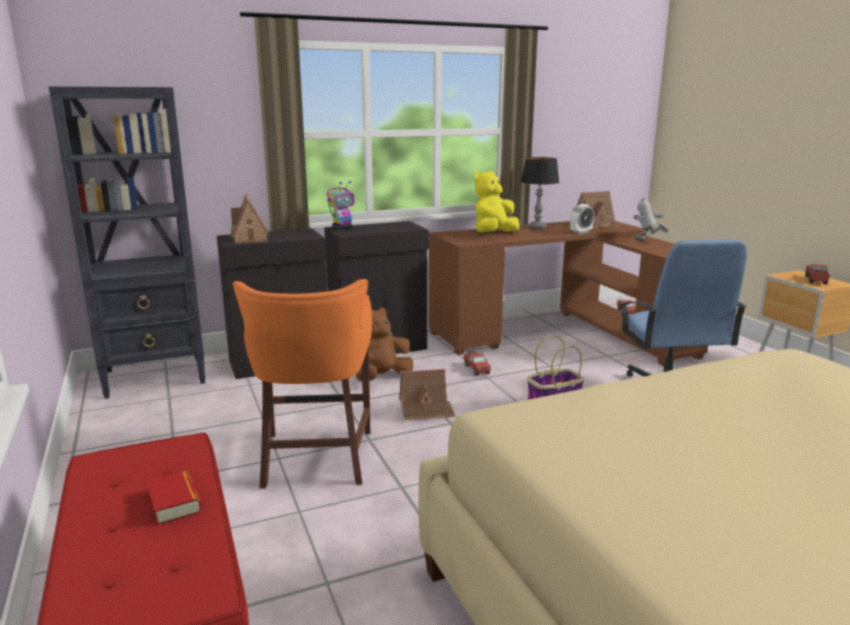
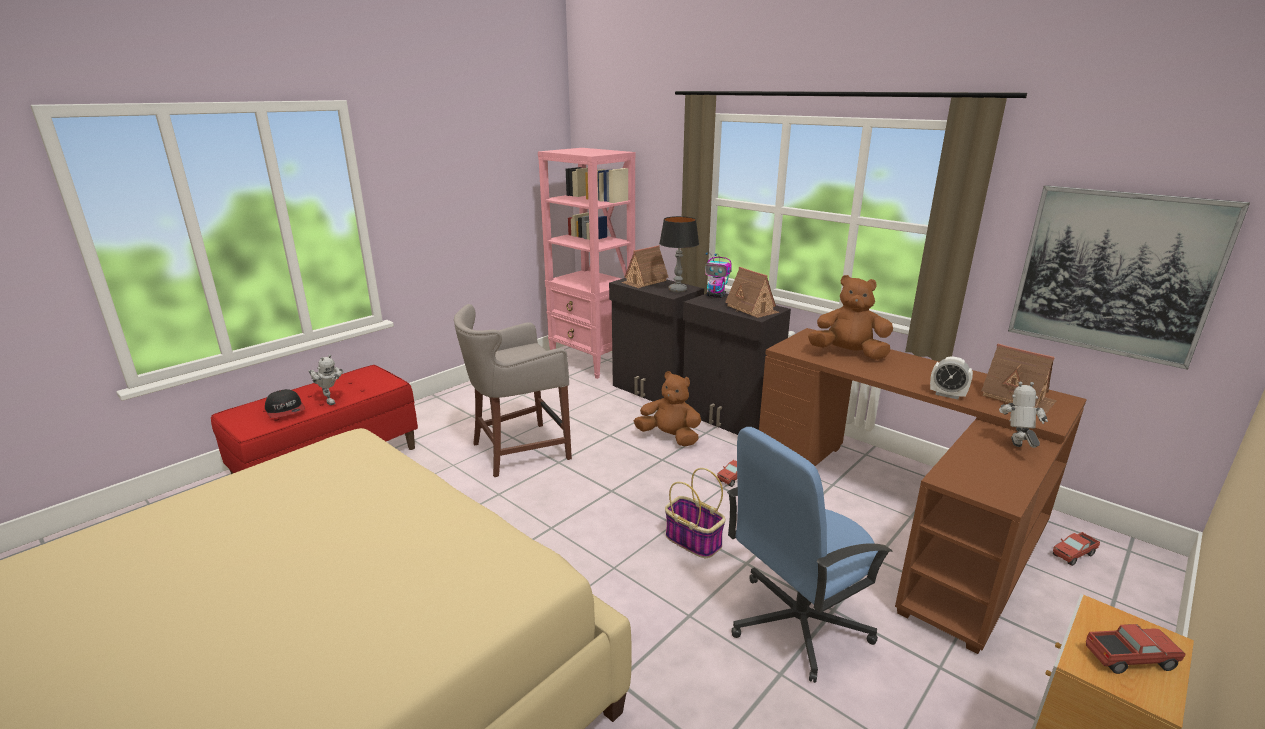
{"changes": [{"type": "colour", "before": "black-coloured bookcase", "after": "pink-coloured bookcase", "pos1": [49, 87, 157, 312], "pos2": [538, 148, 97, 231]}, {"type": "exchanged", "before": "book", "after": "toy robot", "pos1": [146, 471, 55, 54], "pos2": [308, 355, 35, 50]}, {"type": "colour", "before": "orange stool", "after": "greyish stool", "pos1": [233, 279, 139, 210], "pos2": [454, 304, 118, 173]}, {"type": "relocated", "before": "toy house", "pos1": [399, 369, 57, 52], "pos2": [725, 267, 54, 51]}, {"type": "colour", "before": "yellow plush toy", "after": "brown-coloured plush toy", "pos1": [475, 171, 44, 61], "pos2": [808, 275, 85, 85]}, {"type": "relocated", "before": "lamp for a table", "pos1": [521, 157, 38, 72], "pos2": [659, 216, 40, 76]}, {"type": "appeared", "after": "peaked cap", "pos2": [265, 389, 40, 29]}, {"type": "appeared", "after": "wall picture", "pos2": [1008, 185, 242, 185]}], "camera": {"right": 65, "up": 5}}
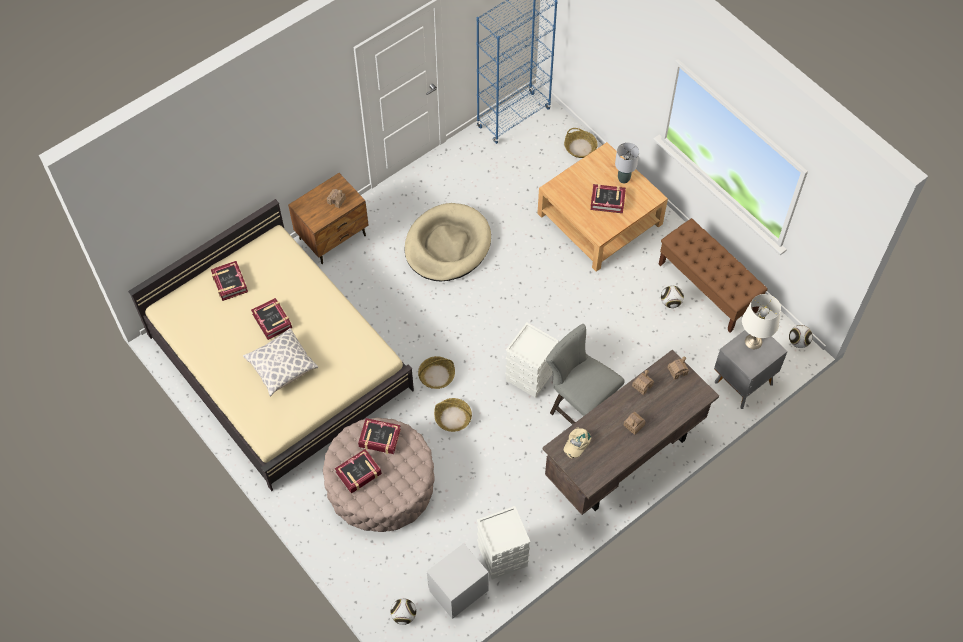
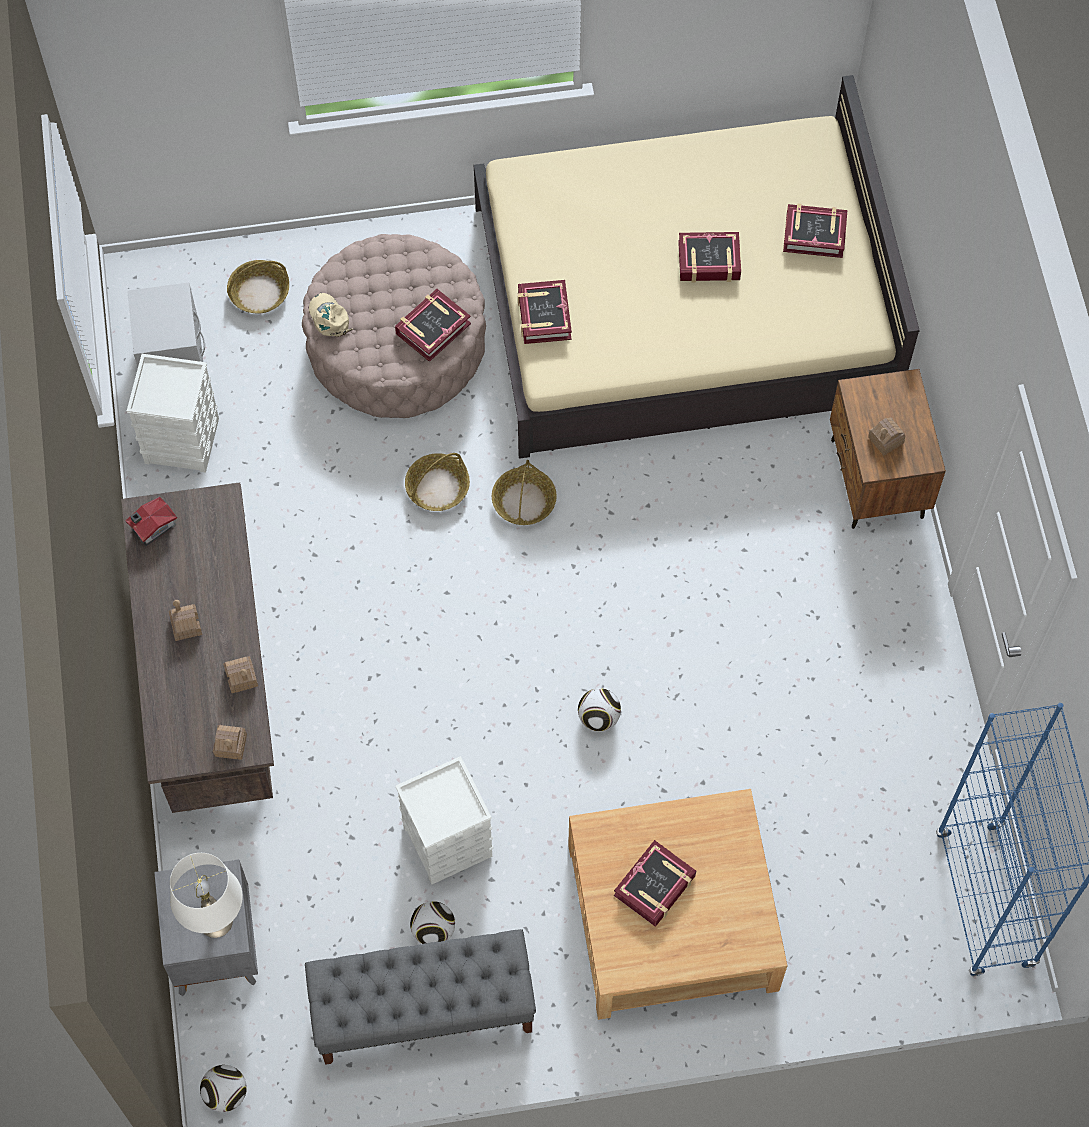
{"changes": [{"type": "missing", "before": "cushion", "pos1": [243, 328, 75, 69]}, {"type": "relocated", "before": "book", "pos1": [335, 449, 47, 45], "pos2": [518, 280, 54, 64]}, {"type": "relocated", "before": "ball for football", "pos1": [391, 598, 25, 27], "pos2": [578, 688, 43, 44]}, {"type": "missing", "before": "beige-coloured dog cushion", "pos1": [404, 203, 87, 78]}, {"type": "relocated", "before": "whitish storage container", "pos1": [505, 323, 54, 75], "pos2": [396, 756, 97, 129]}, {"type": "missing", "before": "greyish stool", "pos1": [546, 324, 79, 101]}, {"type": "relocated", "before": "storage basket", "pos1": [564, 128, 34, 30], "pos2": [227, 260, 62, 54]}, {"type": "relocated", "before": "beige-coloured peaked cap", "pos1": [564, 427, 27, 31], "pos2": [309, 293, 44, 44]}, {"type": "missing", "before": "greyish lamp for a table", "pos1": [615, 142, 24, 41]}, {"type": "colour", "before": "brown-coloured indoor bench", "after": "greyish indoor bench", "pos1": [659, 218, 109, 115], "pos2": [305, 929, 231, 136]}, {"type": "appeared", "after": "toy house", "pos2": [126, 497, 51, 50]}], "camera": {"right": 120, "up": 5}}
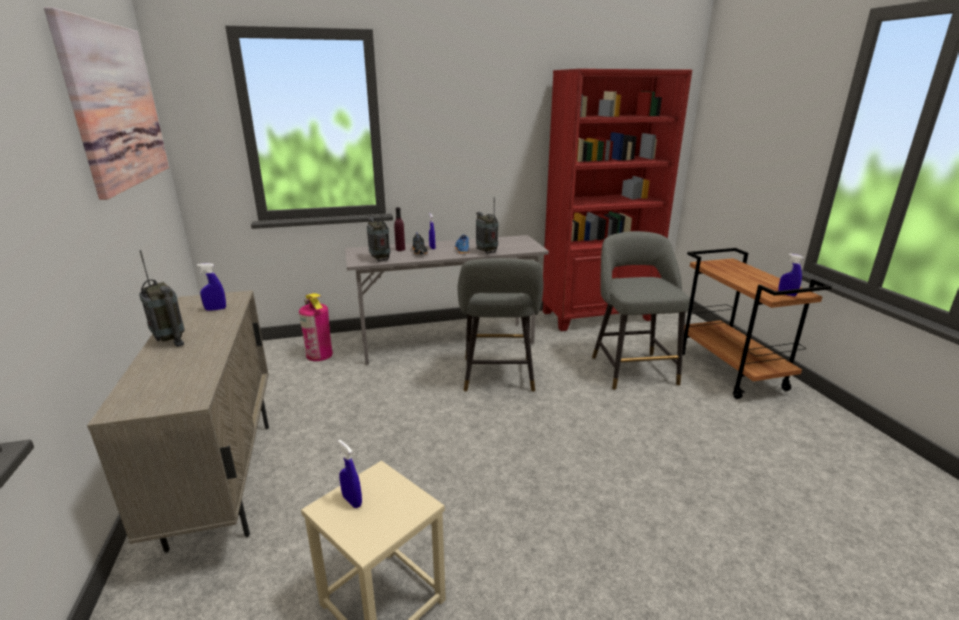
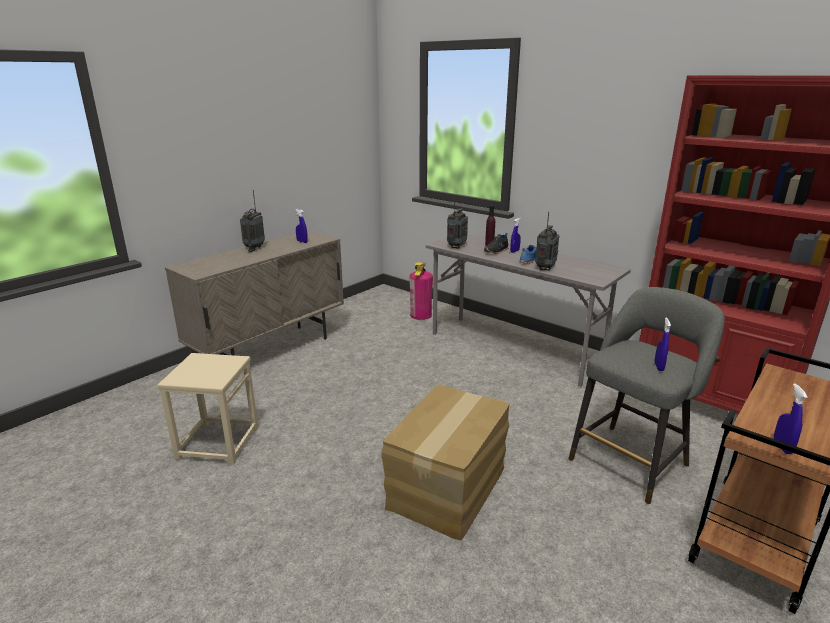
{"changes": [{"type": "missing", "before": "wall picture", "pos1": [44, 7, 125, 193]}, {"type": "relocated", "before": "blue sprayer", "pos1": [338, 440, 24, 68], "pos2": [654, 317, 17, 54]}, {"type": "missing", "before": "greyish stool", "pos1": [458, 258, 86, 134]}, {"type": "appeared", "after": "cardboard box", "pos2": [381, 384, 128, 157]}], "camera": {"right": 55, "up": 0}}
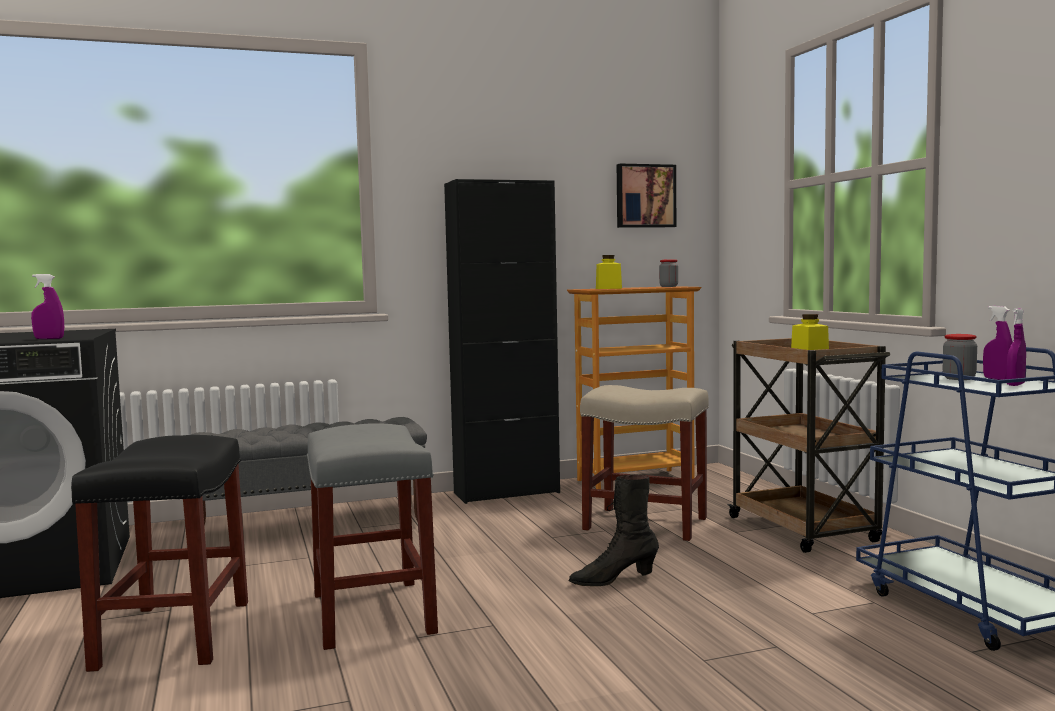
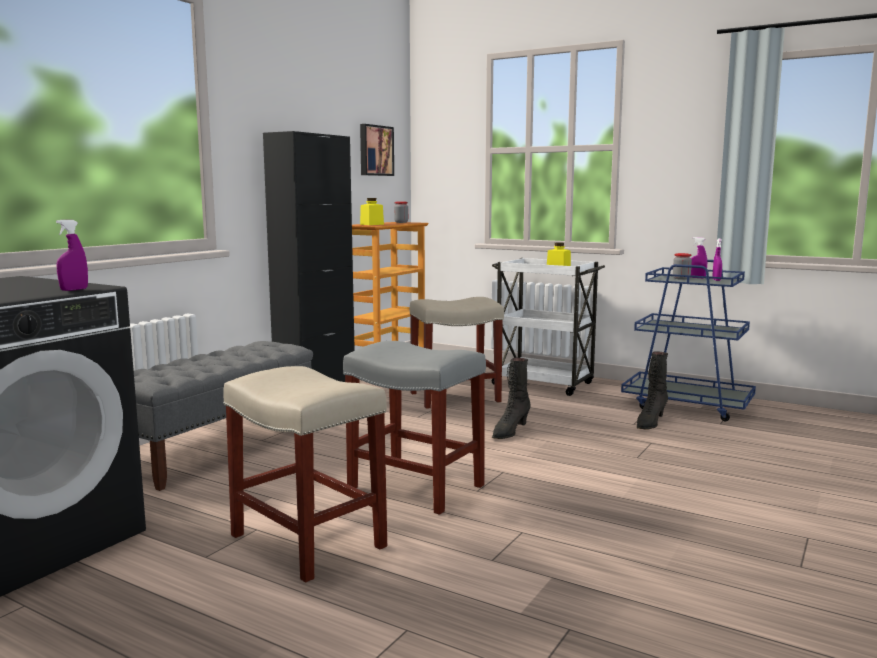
{"changes": [{"type": "colour", "before": "black-coloured stool", "after": "beige-coloured stool", "pos1": [71, 435, 177, 237], "pos2": [223, 366, 164, 217]}, {"type": "colour", "before": "brown-coloured cart", "after": "whitish cart", "pos1": [727, 338, 163, 215], "pos2": [492, 258, 113, 138]}, {"type": "appeared", "after": "black-coloured tall boot", "pos2": [637, 351, 31, 78]}], "camera": {"right": -40, "up": 5}}
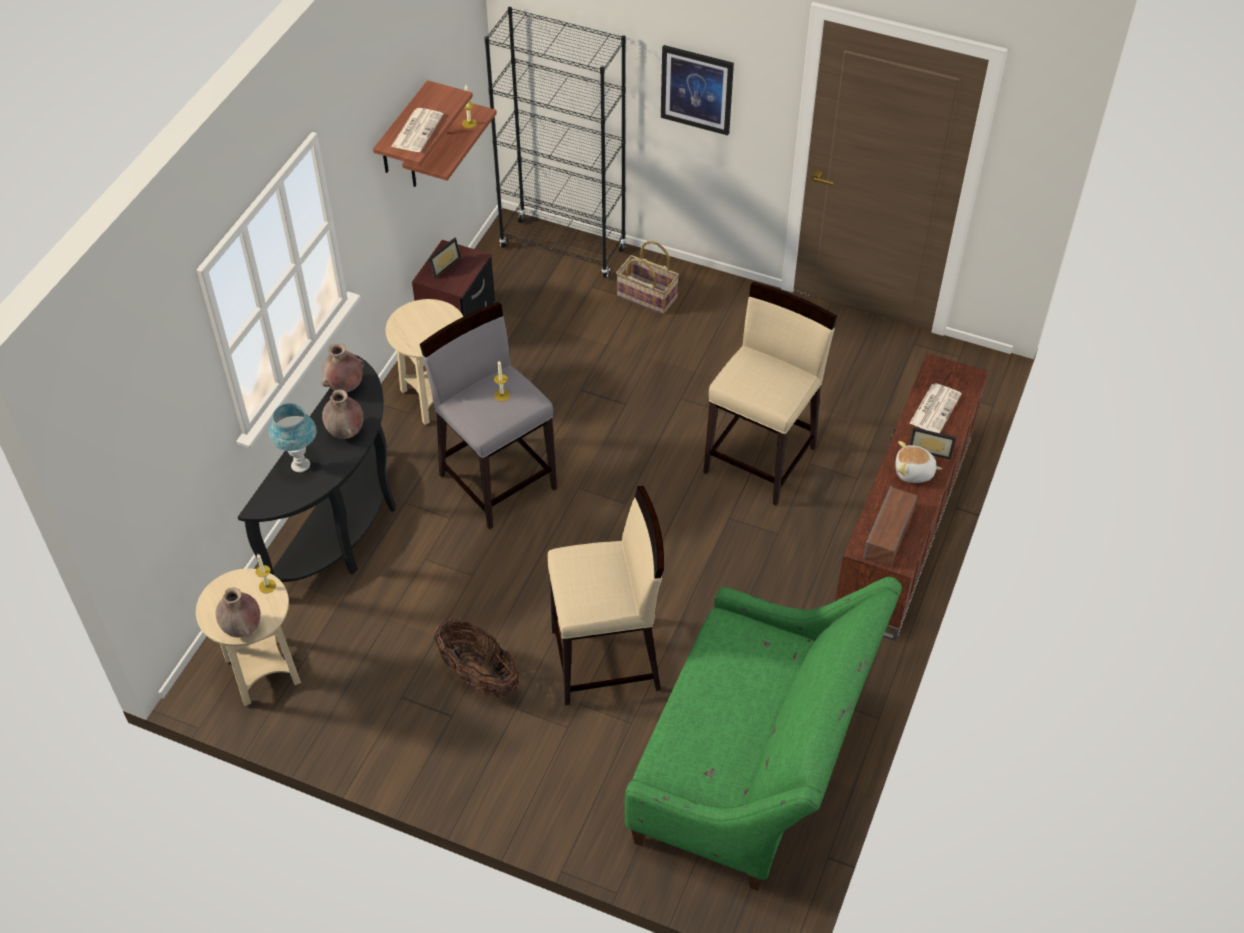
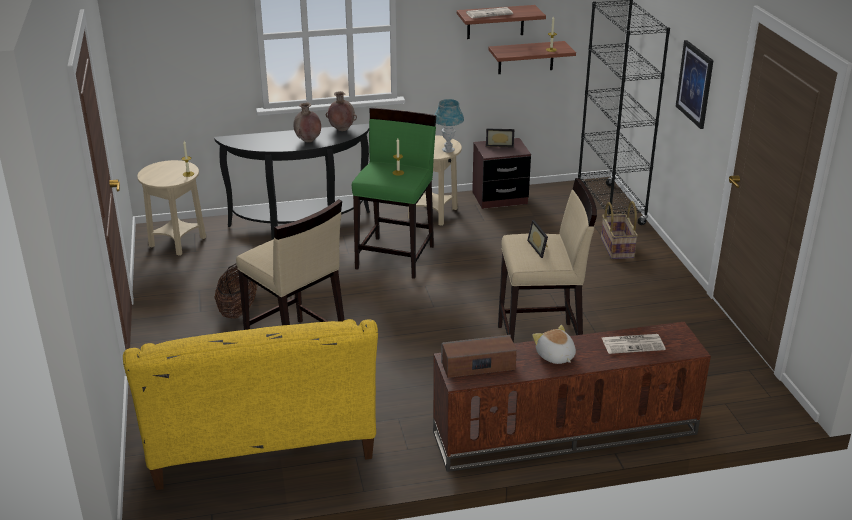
{"changes": [{"type": "missing", "before": "brown-coloured vase", "pos1": [216, 587, 45, 51]}, {"type": "relocated", "before": "blue lamp for a table", "pos1": [269, 403, 48, 69], "pos2": [435, 99, 29, 54]}, {"type": "colour", "before": "greyish stool", "after": "green-coloured stool", "pos1": [420, 302, 137, 228], "pos2": [352, 108, 85, 171]}, {"type": "colour", "before": "green-coloured settee", "after": "yellow settee", "pos1": [625, 577, 277, 314], "pos2": [123, 319, 255, 171]}, {"type": "relocated", "before": "picture frame", "pos1": [909, 427, 47, 33], "pos2": [527, 220, 21, 38]}], "camera": {"right": 55, "up": -20}}
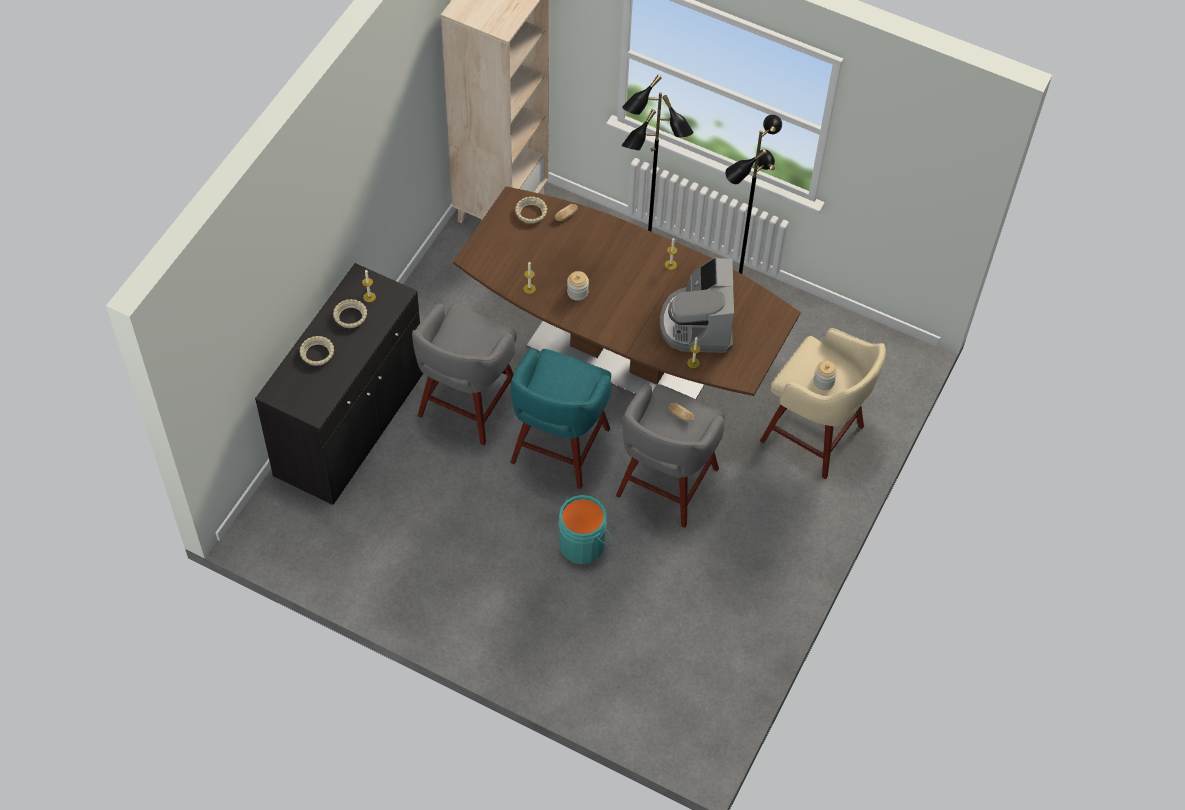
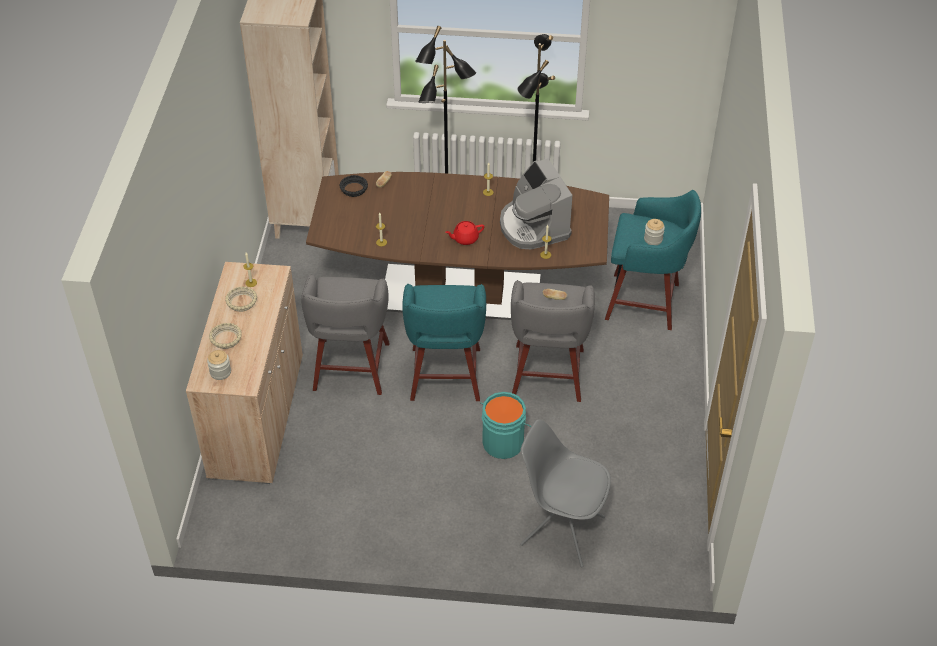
{"changes": [{"type": "colour", "before": "black-coloured storage cabinet", "after": "beige-coloured storage cabinet", "pos1": [255, 263, 169, 242], "pos2": [186, 262, 117, 222]}, {"type": "colour", "before": "beige-coloured bowl", "after": "black-coloured bowl", "pos1": [515, 197, 32, 27], "pos2": [339, 175, 29, 22]}, {"type": "relocated", "before": "storage jar", "pos1": [567, 271, 22, 30], "pos2": [207, 350, 24, 30]}, {"type": "colour", "before": "beige-coloured stool", "after": "turquoise stool", "pos1": [760, 328, 126, 151], "pos2": [605, 190, 96, 140]}, {"type": "appeared", "after": "red pot for tea", "pos2": [445, 221, 39, 24]}, {"type": "appeared", "after": "greyish chair", "pos2": [520, 419, 91, 148]}], "camera": {"right": -20, "up": -10}}
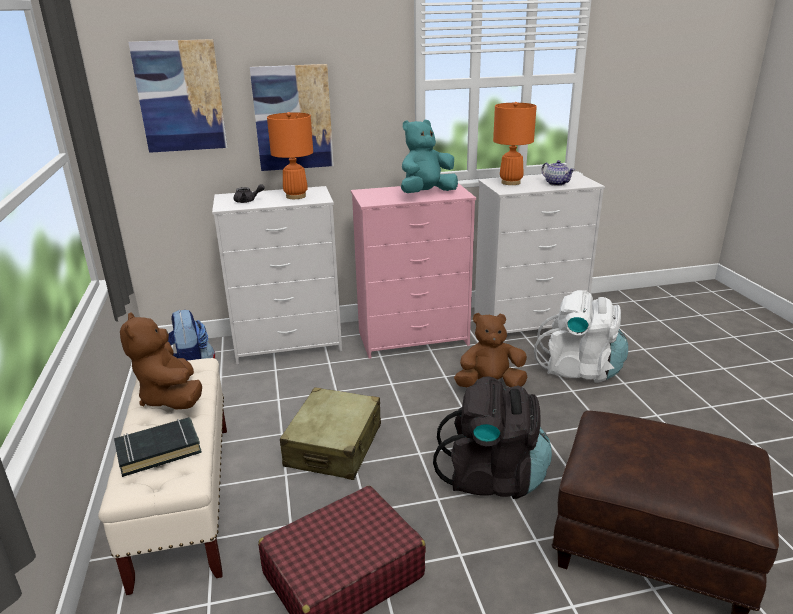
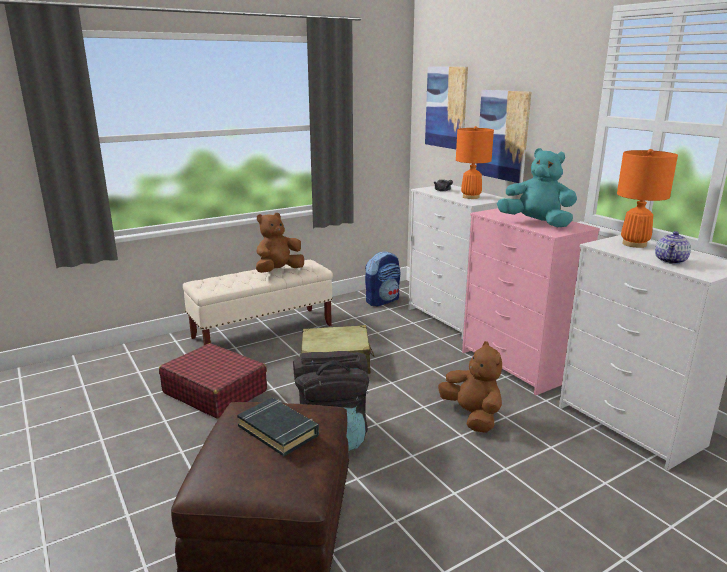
{"changes": [{"type": "relocated", "before": "black-coloured book", "pos1": [114, 417, 88, 60], "pos2": [237, 398, 82, 58]}, {"type": "missing", "before": "whitish knapsack", "pos1": [534, 290, 94, 93]}], "camera": {"right": 70, "up": -5}}
